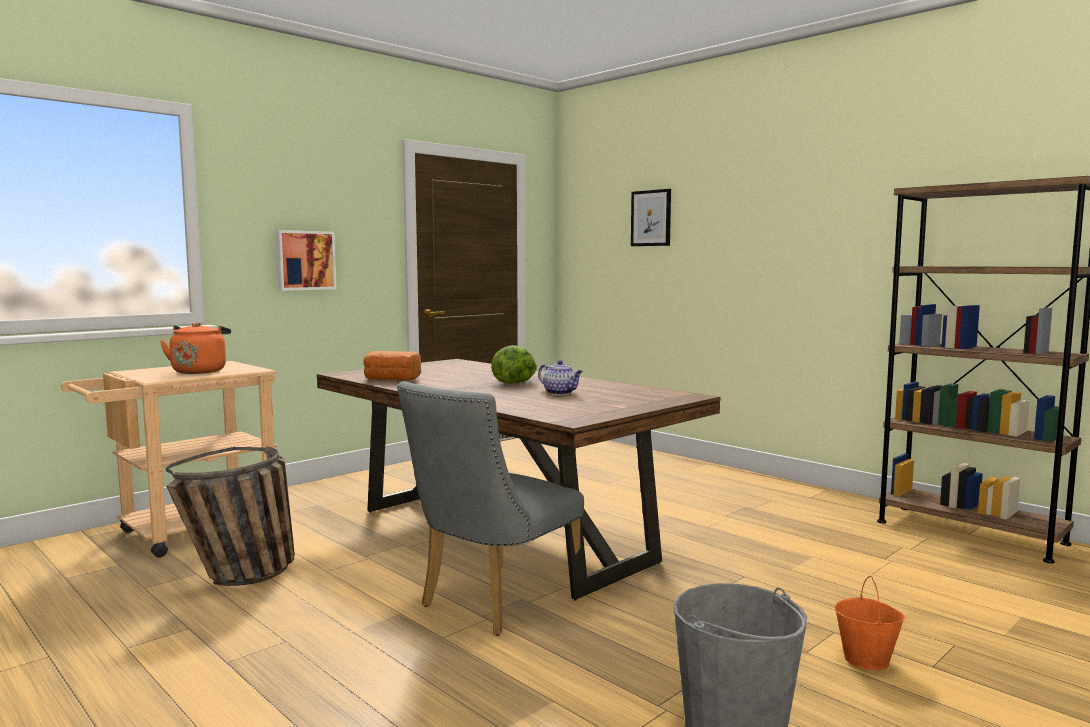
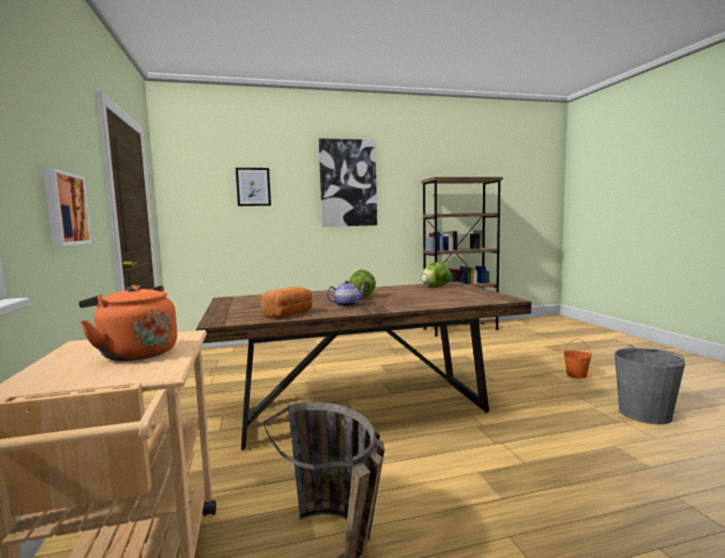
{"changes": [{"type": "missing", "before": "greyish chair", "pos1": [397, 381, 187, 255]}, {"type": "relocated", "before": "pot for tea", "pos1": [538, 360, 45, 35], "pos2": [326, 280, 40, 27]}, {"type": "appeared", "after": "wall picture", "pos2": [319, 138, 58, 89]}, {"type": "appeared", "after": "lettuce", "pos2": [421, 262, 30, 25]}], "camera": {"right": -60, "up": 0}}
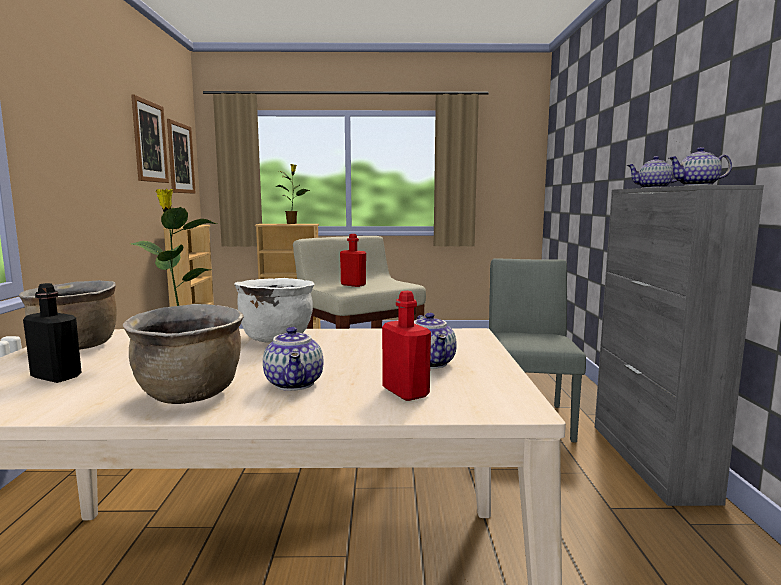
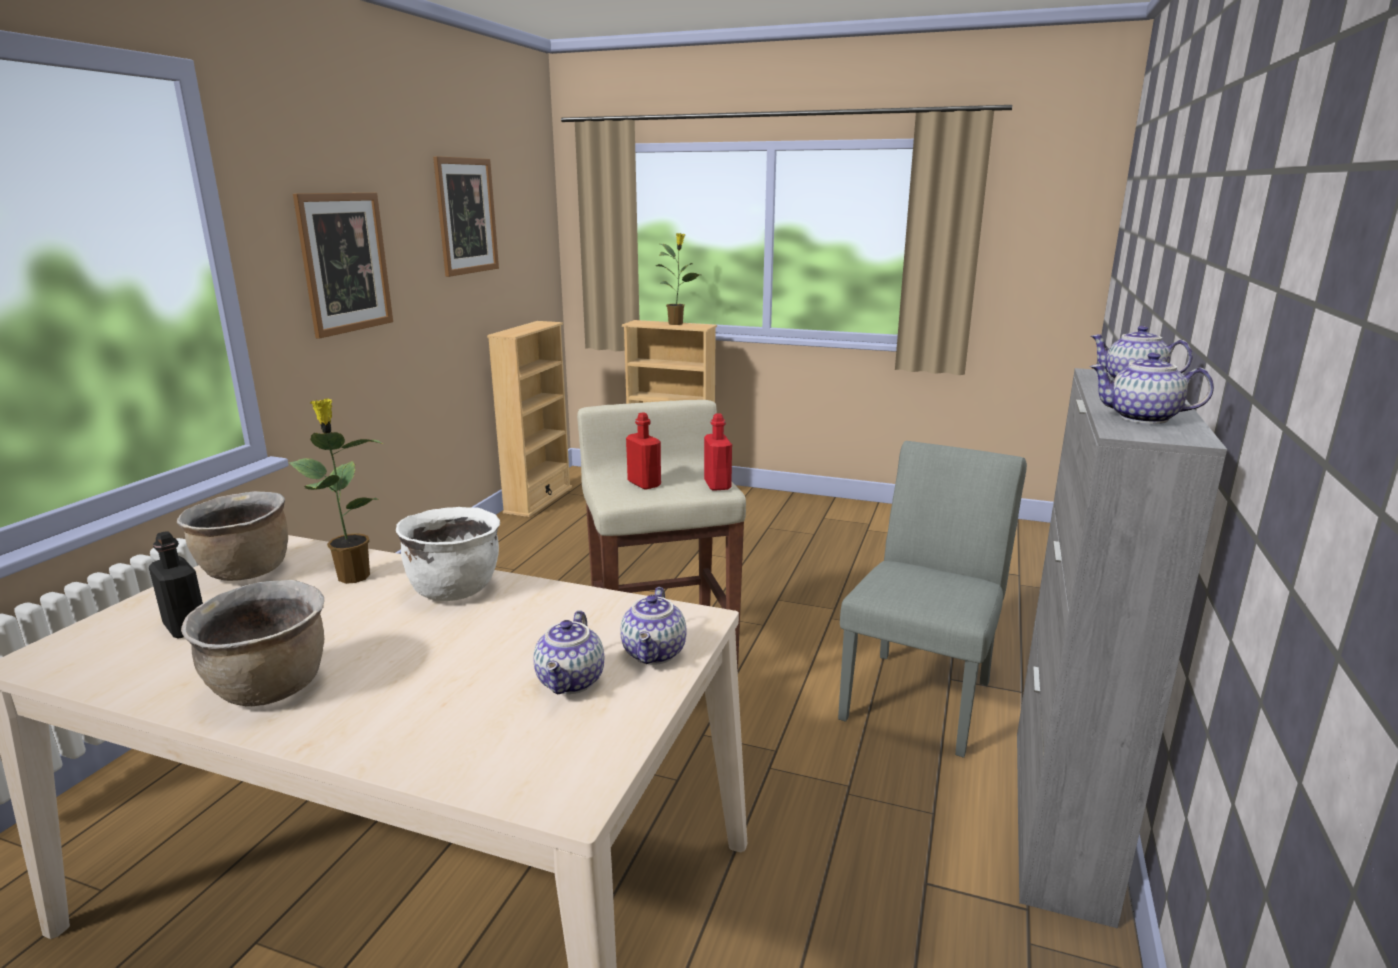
{"changes": [{"type": "relocated", "before": "wall picture", "pos1": [167, 119, 29, 75], "pos2": [293, 193, 100, 146]}, {"type": "relocated", "before": "pot for tea", "pos1": [263, 327, 60, 64], "pos2": [620, 587, 67, 77]}, {"type": "relocated", "before": "red bottle", "pos1": [382, 291, 49, 110], "pos2": [704, 413, 28, 78]}], "camera": {"right": 20, "up": 10}}
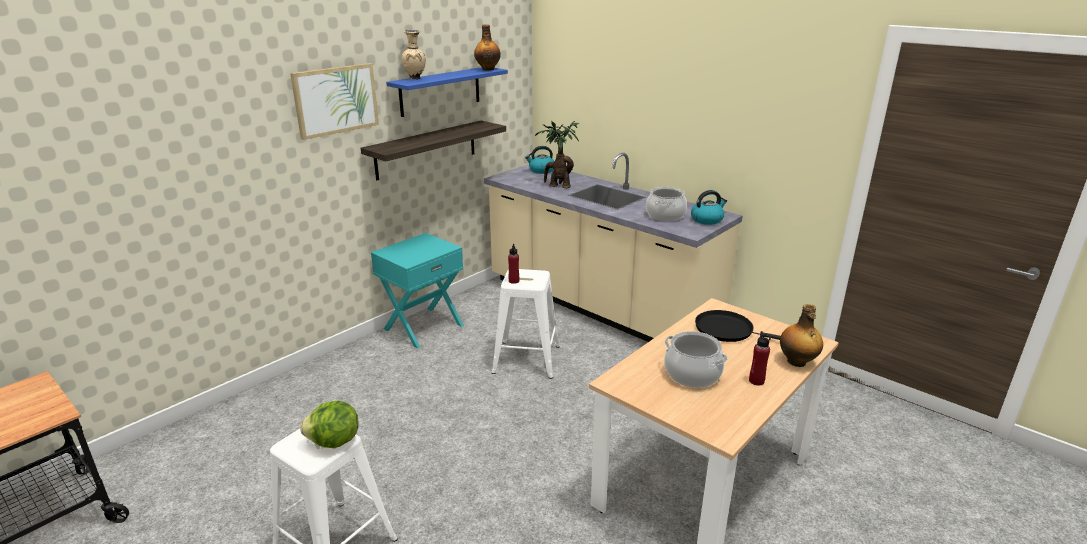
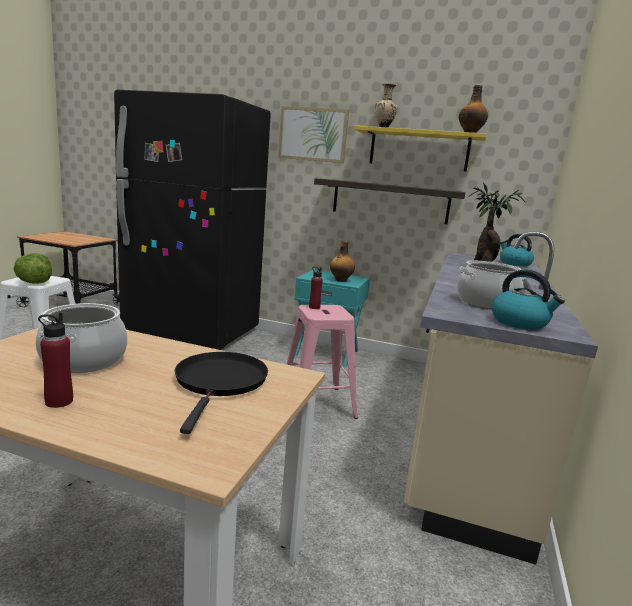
{"changes": [{"type": "colour", "before": "blue wall shelf", "after": "yellow wall shelf", "pos1": [386, 67, 122, 50], "pos2": [354, 126, 132, 46]}, {"type": "colour", "before": "whitish stool", "after": "pink-coloured stool", "pos1": [491, 269, 69, 110], "pos2": [287, 305, 71, 114]}, {"type": "relocated", "before": "bottle", "pos1": [780, 304, 43, 63], "pos2": [330, 240, 25, 42]}, {"type": "appeared", "after": "black-coloured kitchen fridge", "pos2": [114, 90, 157, 260]}], "camera": {"right": 65, "up": -10}}
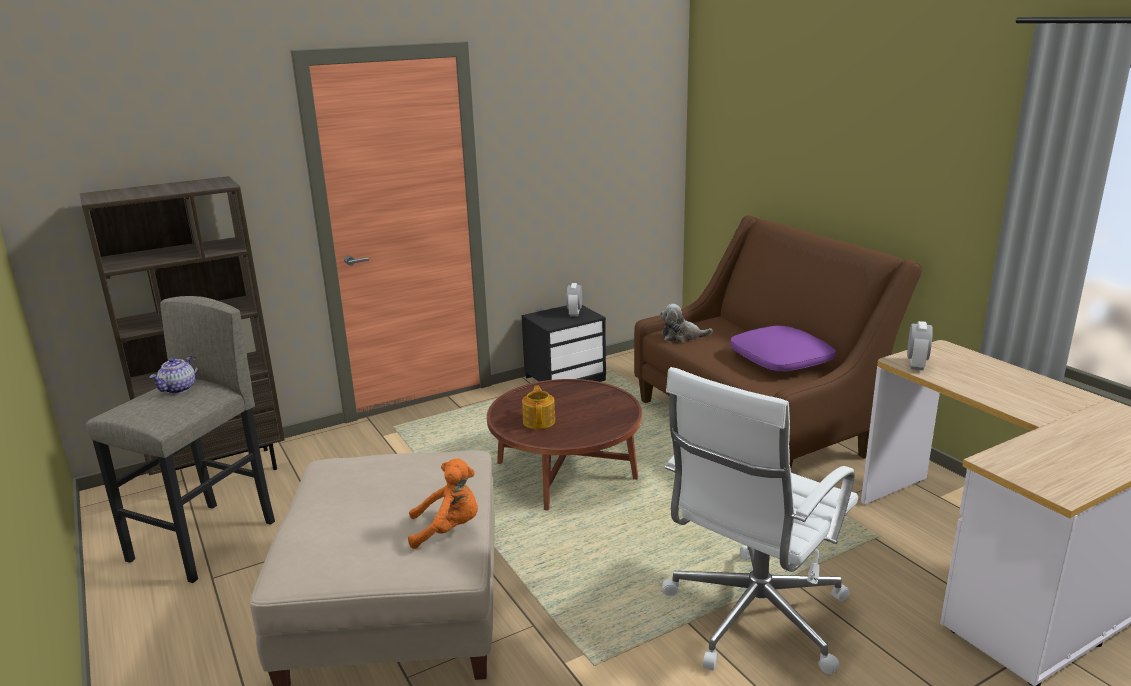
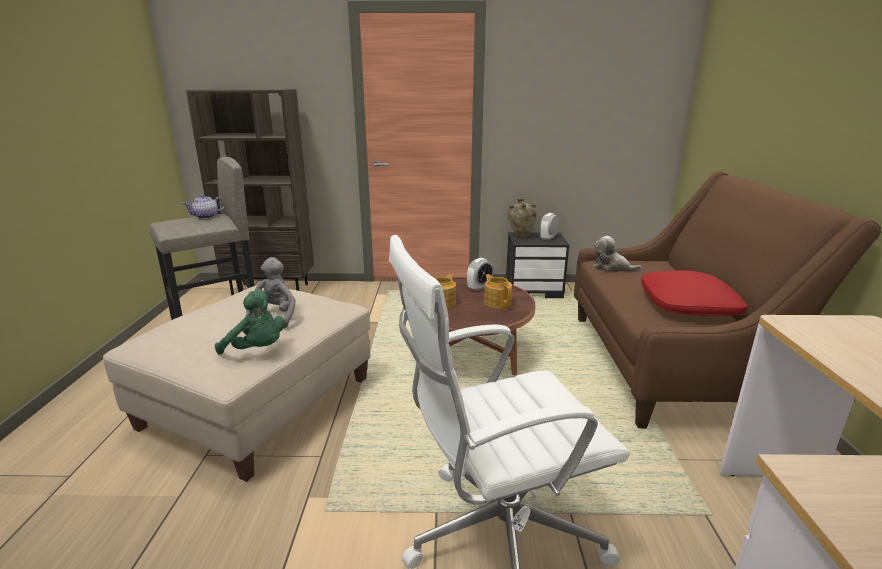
{"changes": [{"type": "colour", "before": "orange plush toy", "after": "green-coloured plush toy", "pos1": [408, 459, 70, 90], "pos2": [215, 290, 70, 65]}, {"type": "colour", "before": "purple-coloured cushion", "after": "red cushion", "pos1": [731, 326, 105, 45], "pos2": [641, 270, 107, 46]}, {"type": "relocated", "before": "bedside clock", "pos1": [907, 321, 26, 49], "pos2": [467, 258, 26, 33]}, {"type": "appeared", "after": "greyish plush toy", "pos2": [246, 257, 50, 72]}, {"type": "appeared", "after": "pot for tea", "pos2": [484, 274, 28, 35]}, {"type": "appeared", "after": "beige-coloured vase", "pos2": [507, 198, 30, 40]}], "camera": {"right": 30, "up": 0}}
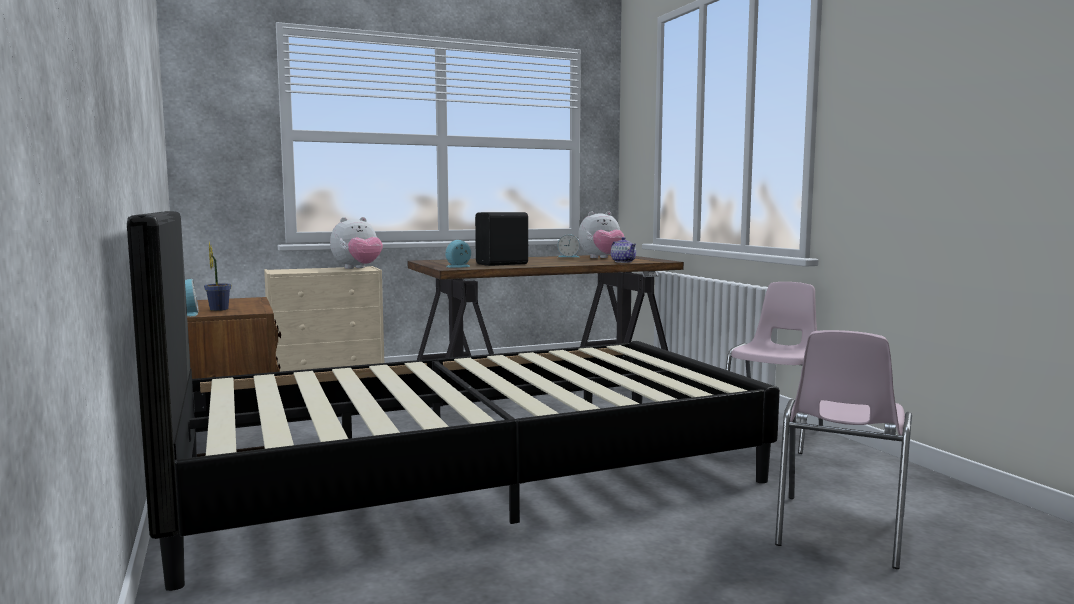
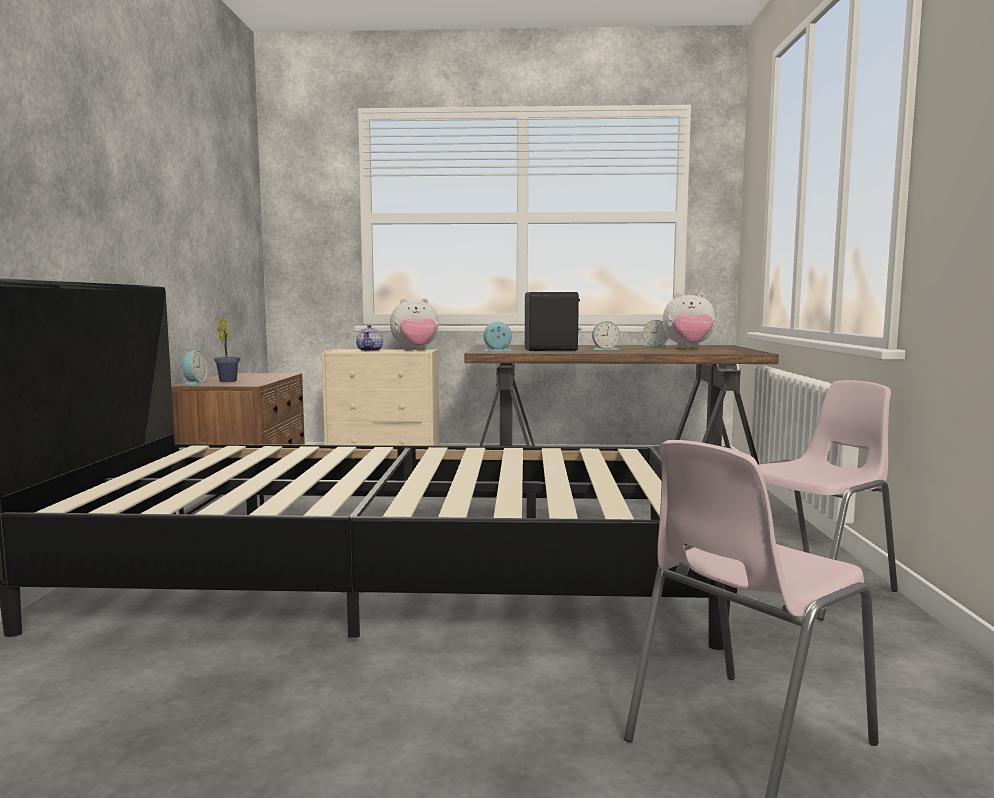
{"changes": [{"type": "relocated", "before": "pot for tea", "pos1": [611, 237, 25, 26], "pos2": [356, 325, 27, 27]}, {"type": "appeared", "after": "bedside clock", "pos2": [592, 321, 28, 29]}], "camera": {"right": 25, "up": 0}}
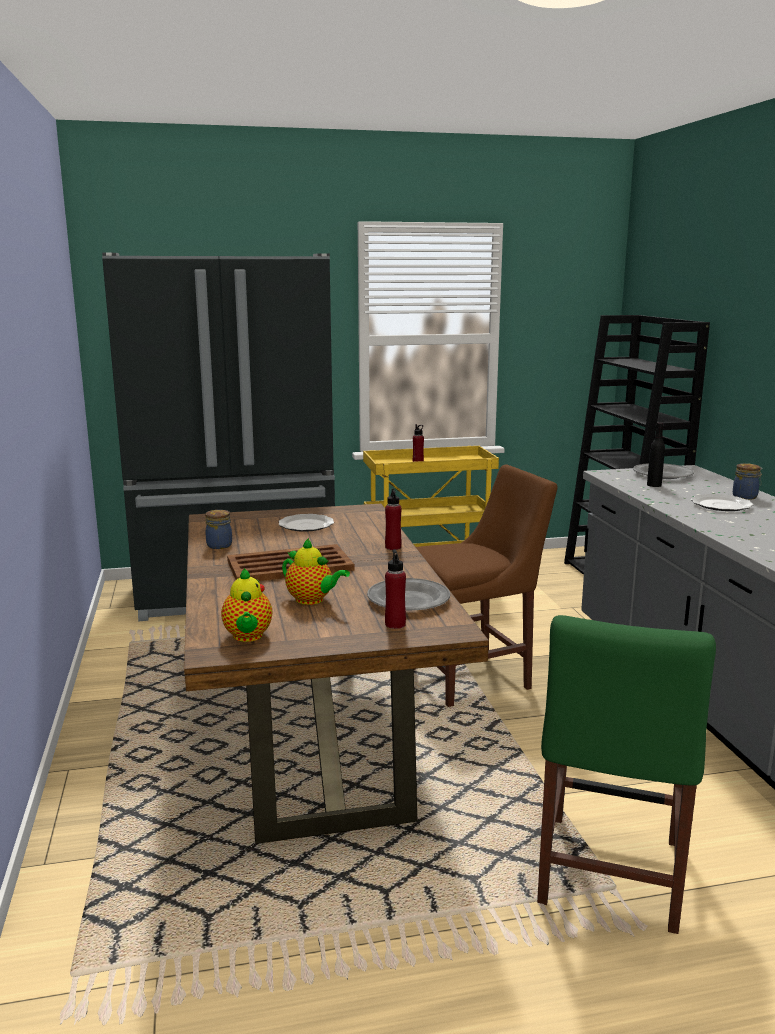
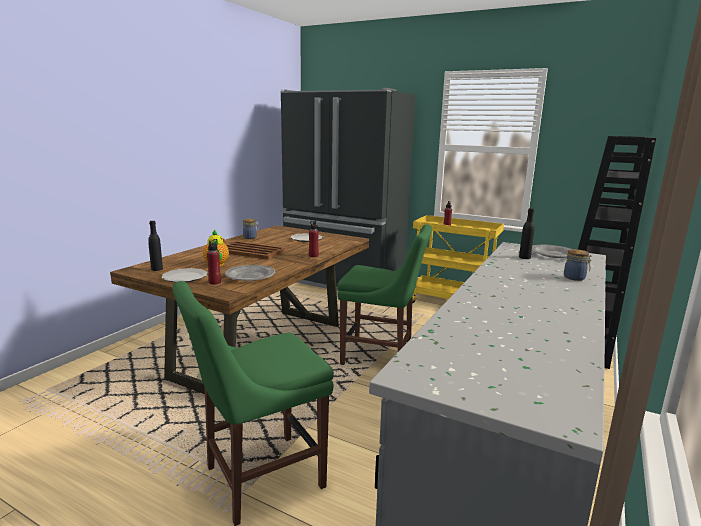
{"changes": [{"type": "exchanged", "before": "pot for tea", "after": "black-coloured bottle", "pos1": [221, 568, 51, 74], "pos2": [148, 221, 15, 50]}, {"type": "colour", "before": "brown-coloured chair", "after": "green-coloured chair", "pos1": [414, 465, 143, 242], "pos2": [337, 224, 95, 141]}, {"type": "relocated", "before": "plate", "pos1": [691, 494, 62, 17], "pos2": [161, 268, 47, 14]}], "camera": {"right": 40, "up": 0}}
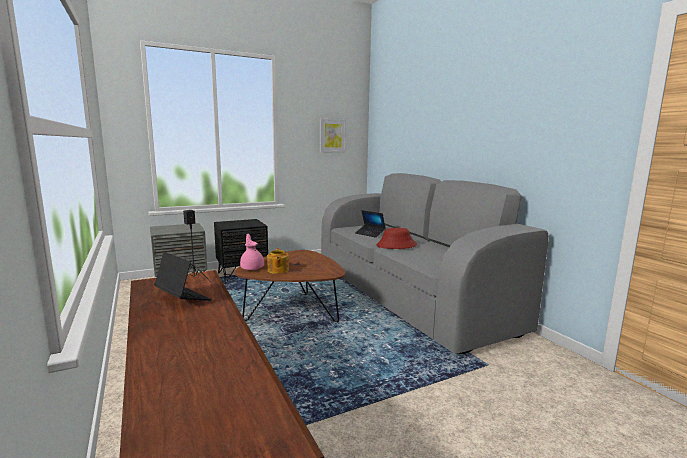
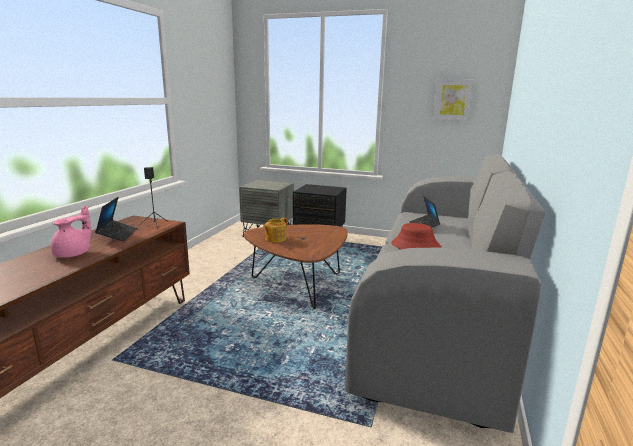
{"changes": [{"type": "relocated", "before": "pink-coloured pot for tea", "pos1": [240, 234, 24, 36], "pos2": [51, 206, 40, 52]}], "camera": {"right": 45, "up": 5}}
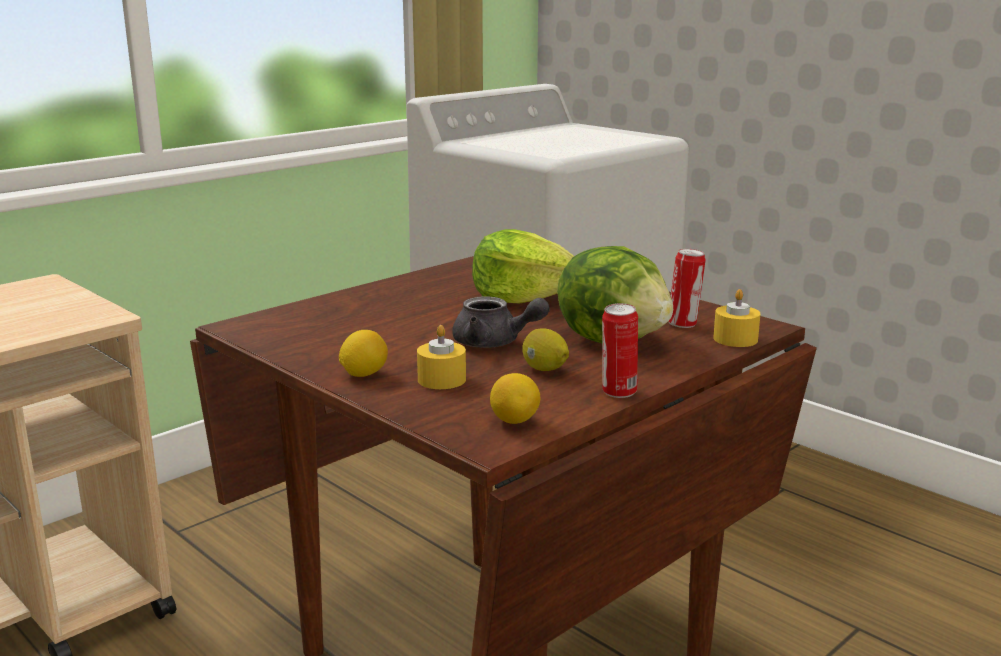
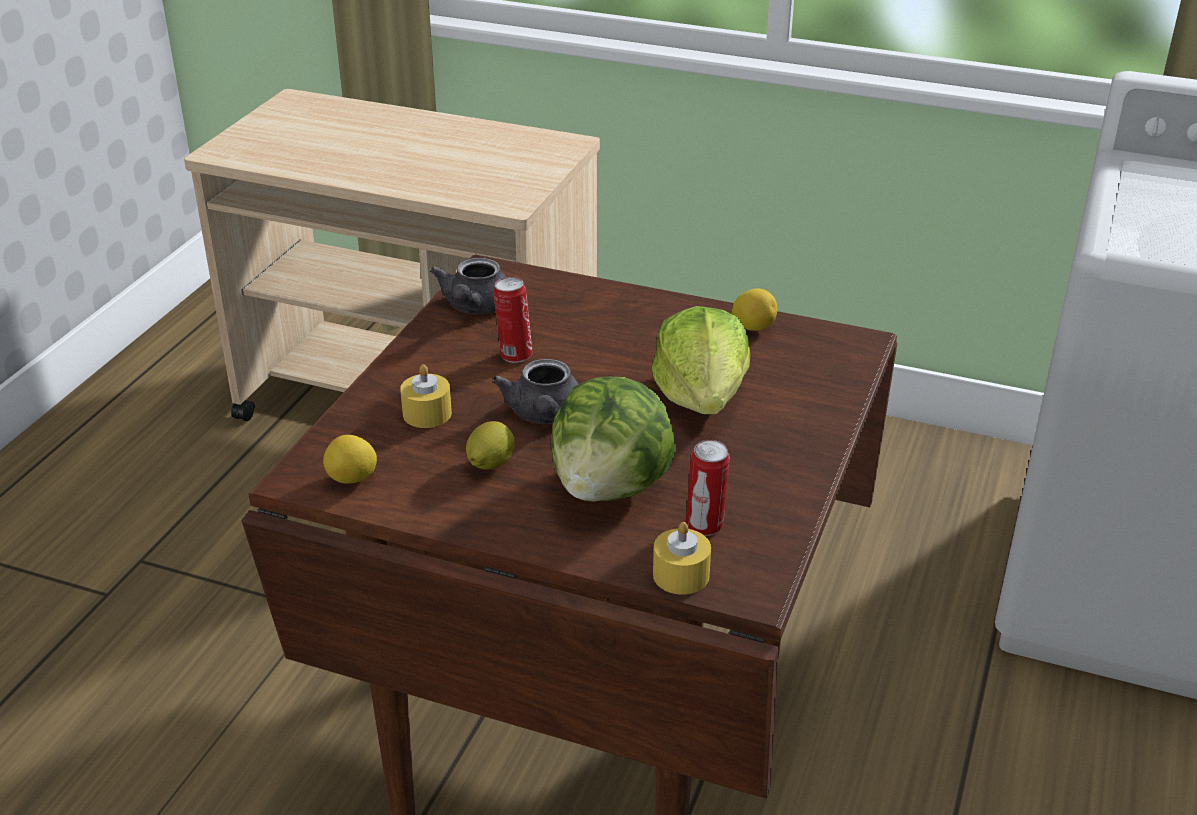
{"changes": [{"type": "relocated", "before": "lemon", "pos1": [339, 330, 49, 47], "pos2": [732, 288, 45, 43]}, {"type": "relocated", "before": "sealed can", "pos1": [602, 303, 36, 95], "pos2": [493, 277, 39, 86]}, {"type": "appeared", "after": "greyish pot for tea", "pos2": [430, 258, 76, 56]}], "camera": {"right": 65, "up": 15}}
